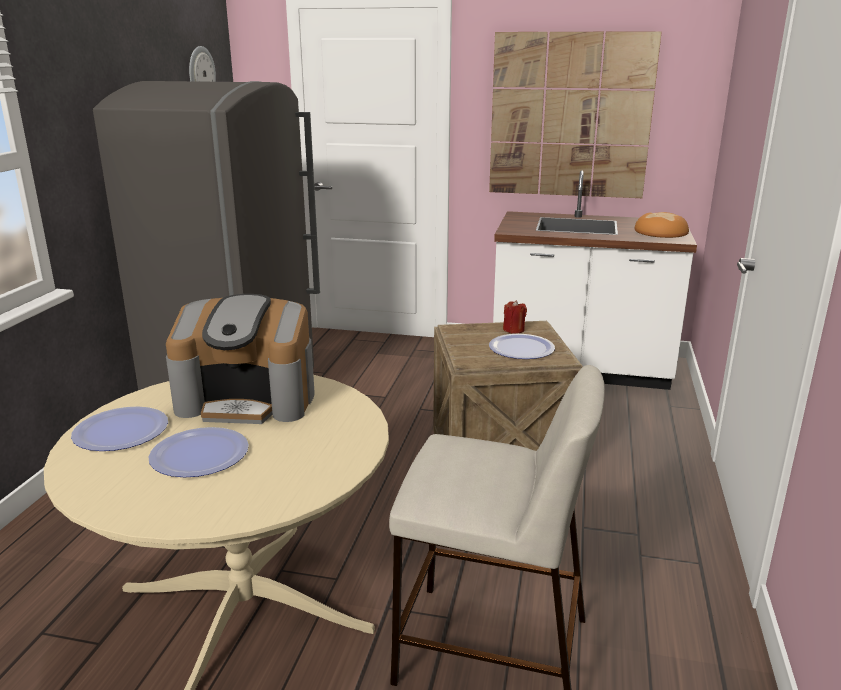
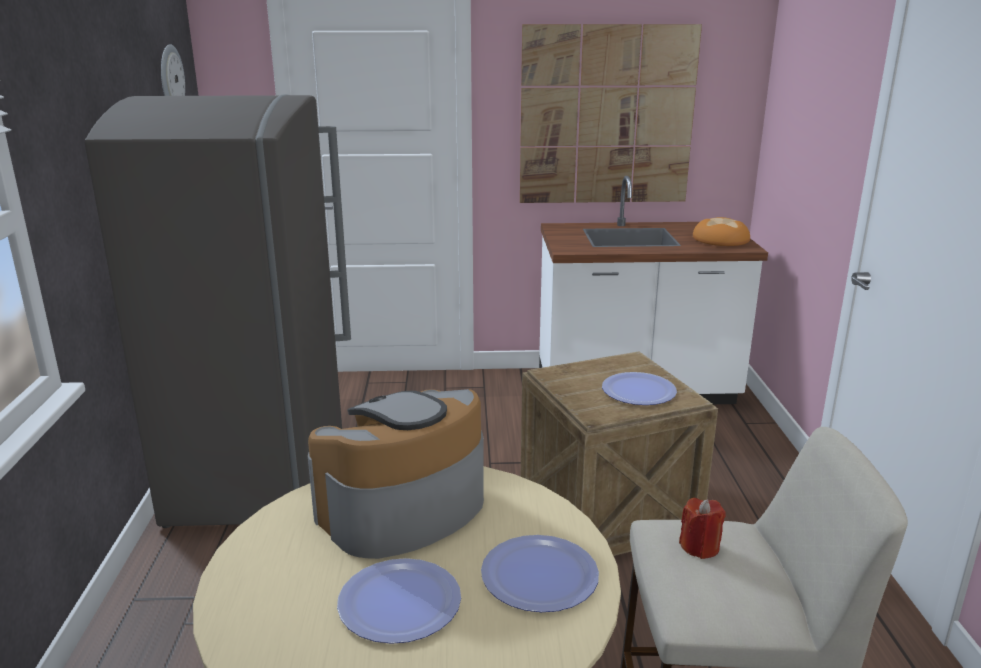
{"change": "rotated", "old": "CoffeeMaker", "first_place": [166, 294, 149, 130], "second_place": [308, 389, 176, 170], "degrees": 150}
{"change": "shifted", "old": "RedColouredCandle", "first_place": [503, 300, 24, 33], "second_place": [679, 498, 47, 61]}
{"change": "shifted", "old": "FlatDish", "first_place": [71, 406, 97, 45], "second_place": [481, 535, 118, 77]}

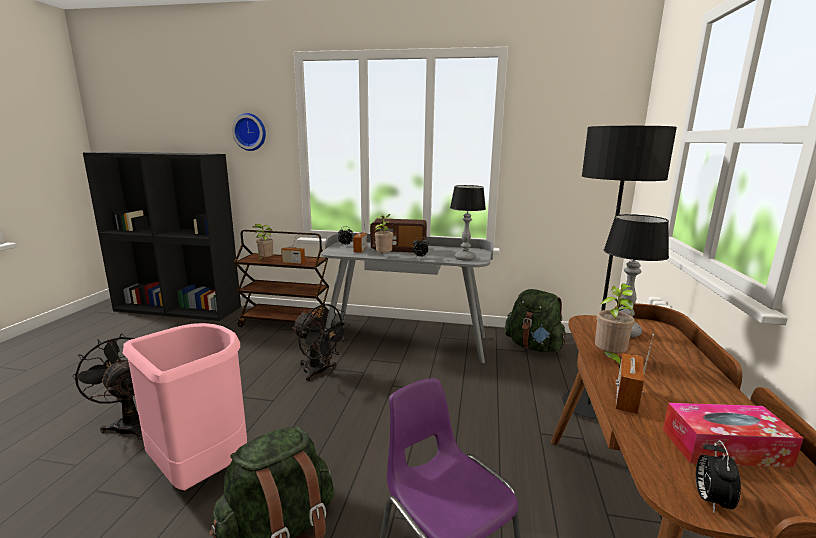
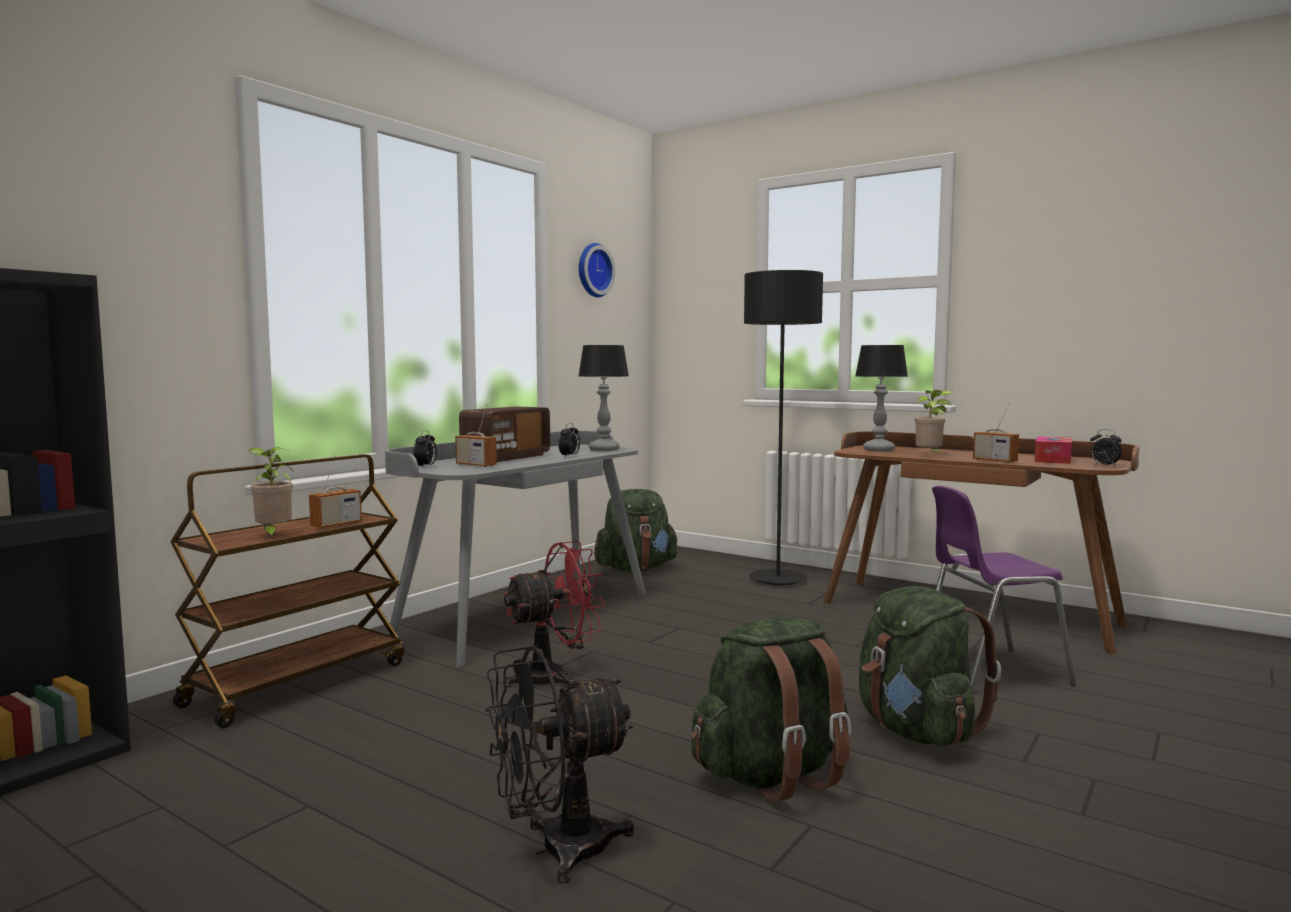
{"change": "shifted", "old": "HangingClock", "first_place": [232, 113, 34, 38], "second_place": [579, 243, 36, 54]}
{"change": "gone", "old": "PottedPlant", "first_place": [375, 214, 18, 39]}
{"change": "repainted", "old": "BlackishCoolingFan", "new": "RedColouredCoolingFan", "first_place": [292, 304, 58, 77], "second_place": [503, 541, 102, 147]}
{"change": "swapped", "old": "PinkRubbishBin", "new": "GreenishBackpack", "first_place": [123, 323, 124, 167], "second_place": [691, 617, 160, 185]}

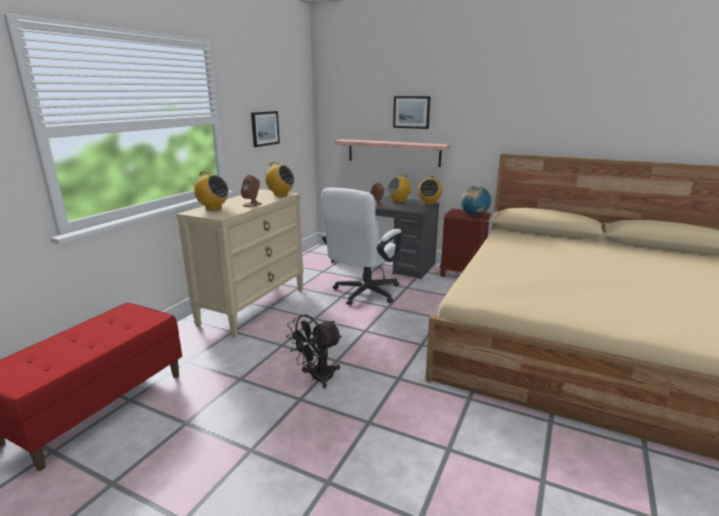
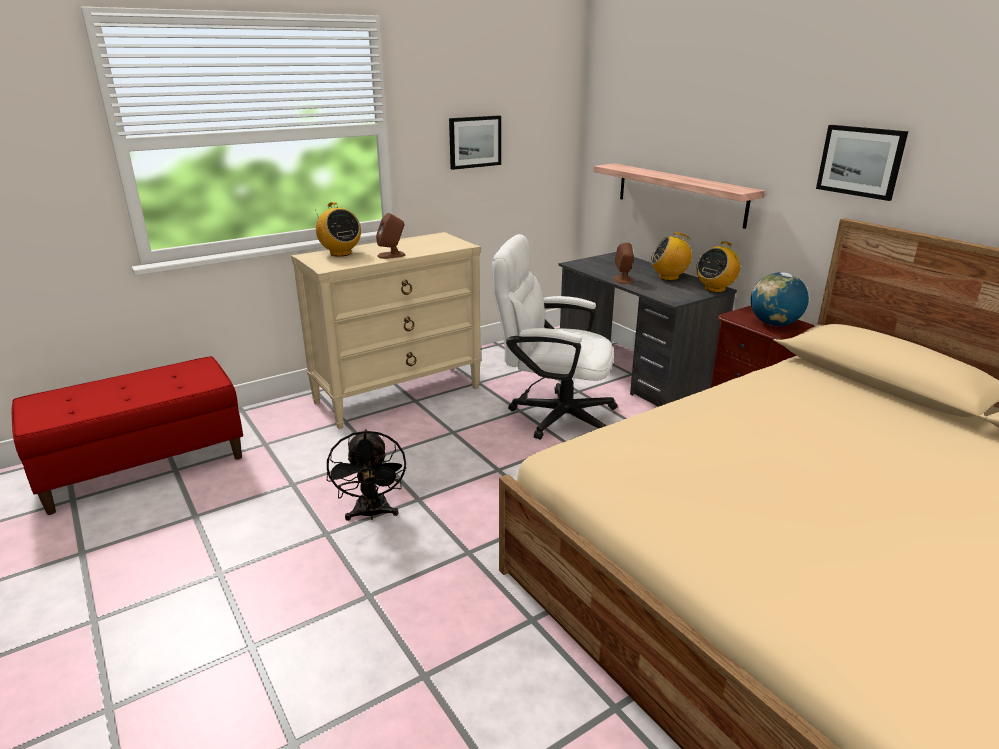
{"change": "shifted", "old": "Picture", "first_place": [393, 96, 38, 33], "second_place": [816, 125, 92, 76]}
{"change": "gone", "old": "Radio", "first_place": [263, 161, 32, 35]}
{"change": "rotated", "old": "WhiteComputerChair", "first_place": [321, 188, 81, 118], "second_place": [492, 234, 126, 206], "degrees": 45}
{"change": "rotated", "old": "BlackishCoolingFan", "first_place": [286, 314, 56, 75], "second_place": [327, 429, 79, 92], "degrees": -90}

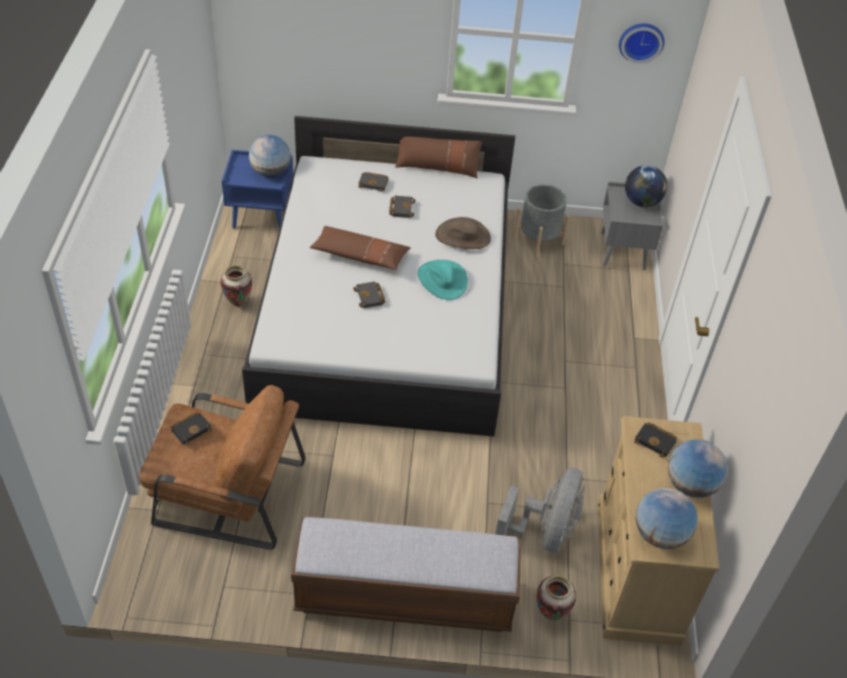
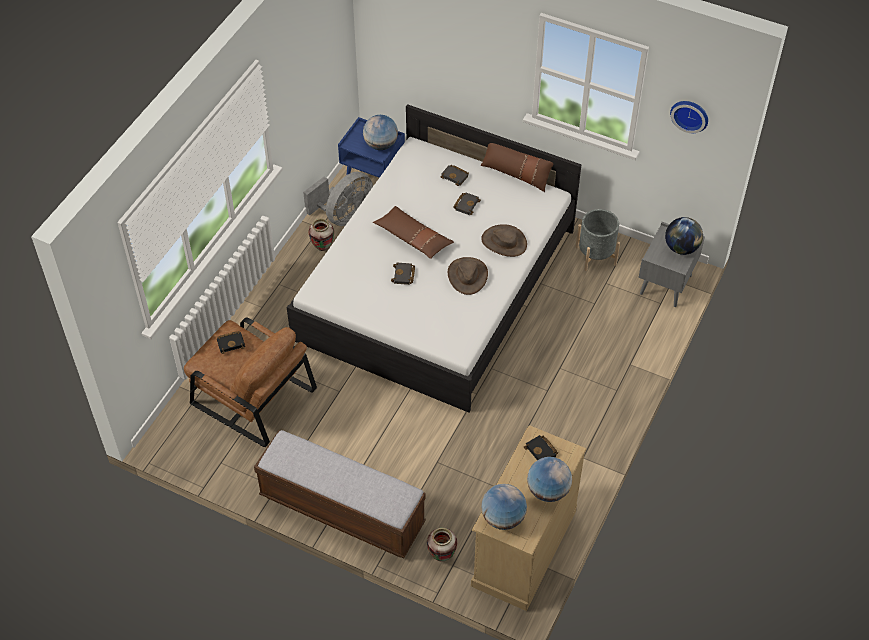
{"change": "repainted", "old": "TurquoiseColouredWearableHat", "new": "BrownColouredWearableHat", "first_place": [418, 260, 50, 40], "second_place": [448, 257, 40, 38]}
{"change": "shifted", "old": "GreyishCoolingFan", "first_place": [496, 467, 89, 86], "second_place": [303, 172, 70, 54]}

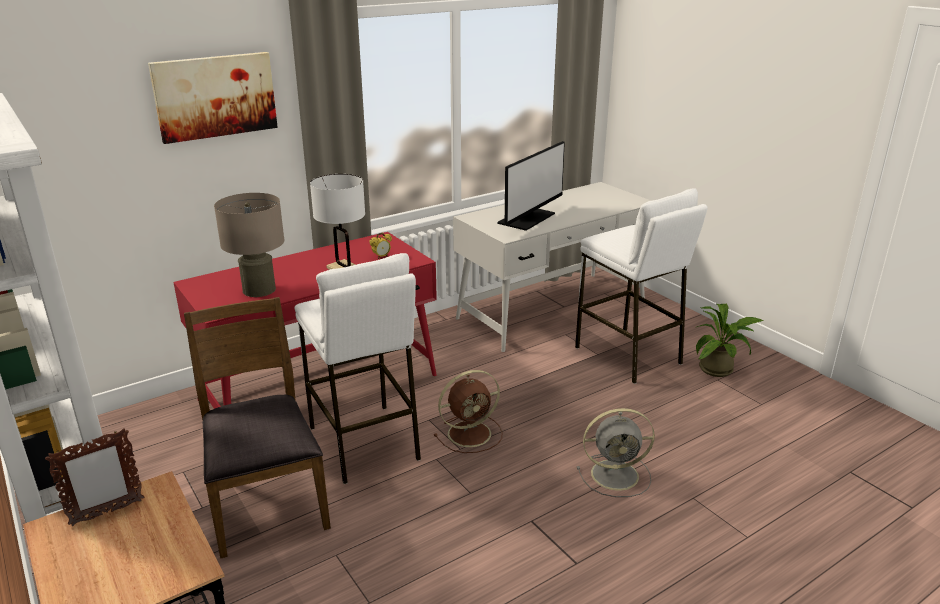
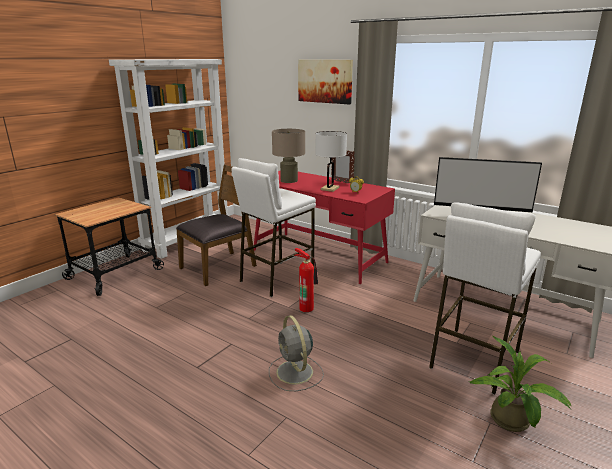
{"change": "swapped", "old": "BrownColouredCoolingFan", "new": "FireFightingCylinder", "first_place": [434, 370, 68, 83], "second_place": [294, 248, 24, 64]}
{"change": "shifted", "old": "PictureFrame", "first_place": [45, 428, 99, 98], "second_place": [331, 151, 24, 32]}

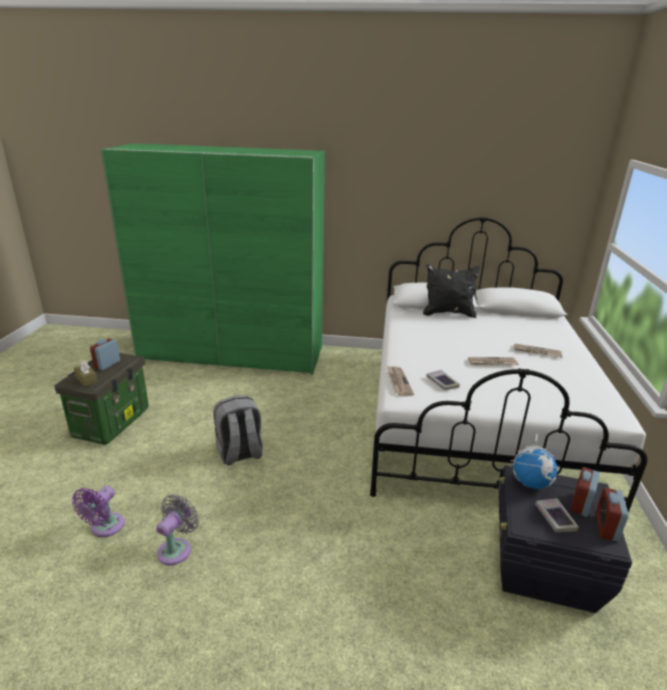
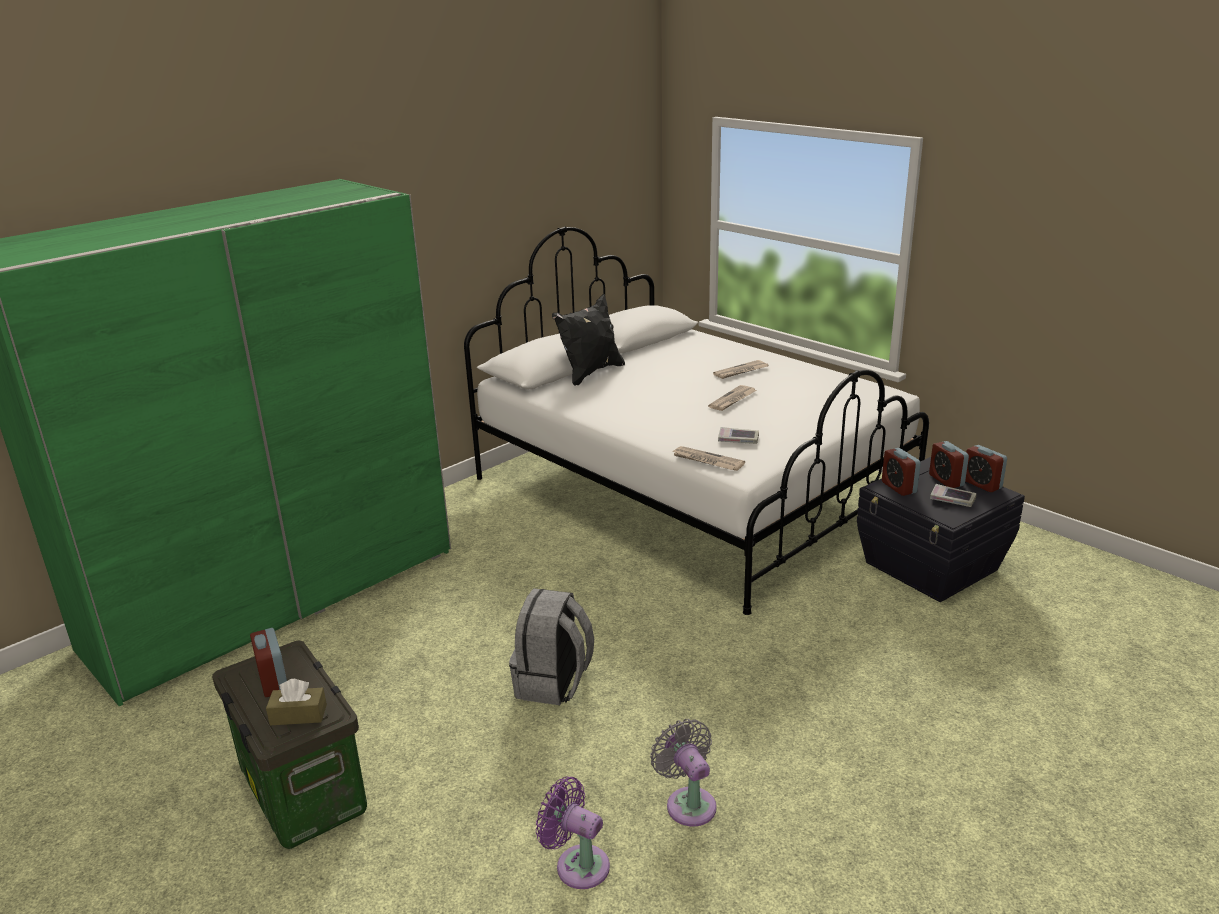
{"change": "swapped", "old": "Globe", "new": "BedsideClock", "first_place": [511, 433, 49, 56], "second_place": [882, 448, 39, 48]}
{"change": "rotated", "old": "PurpleColouredCoolingFan", "first_place": [72, 486, 53, 51], "second_place": [536, 777, 74, 112], "degrees": 150}

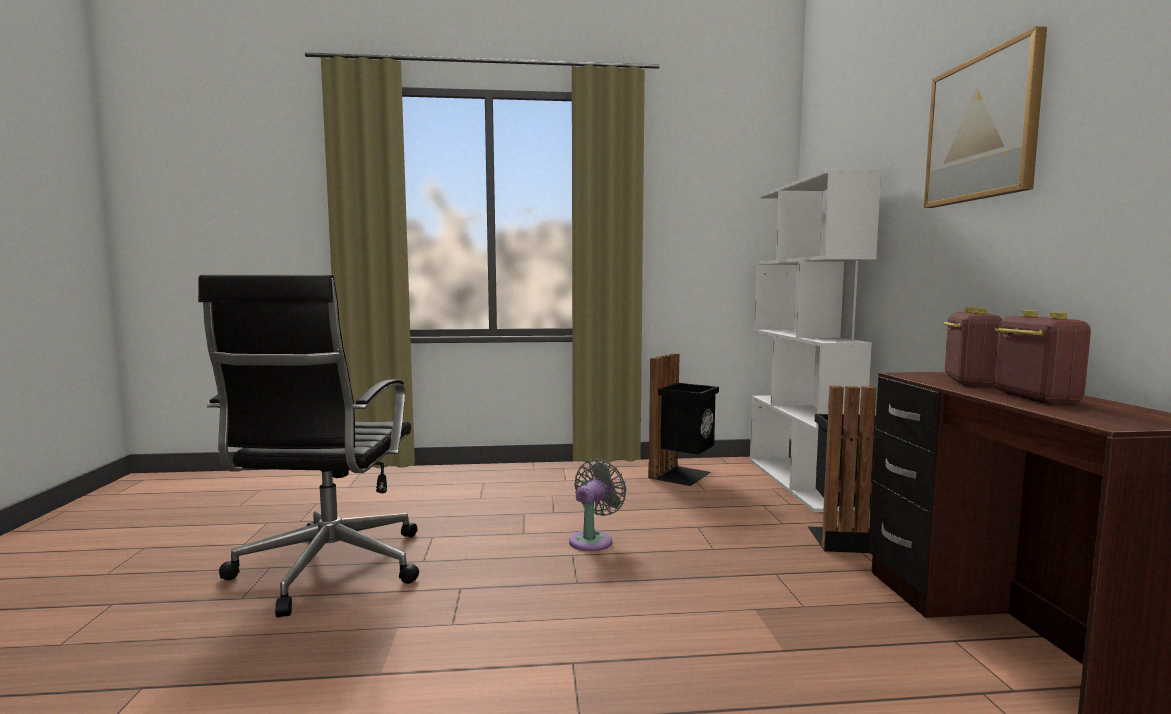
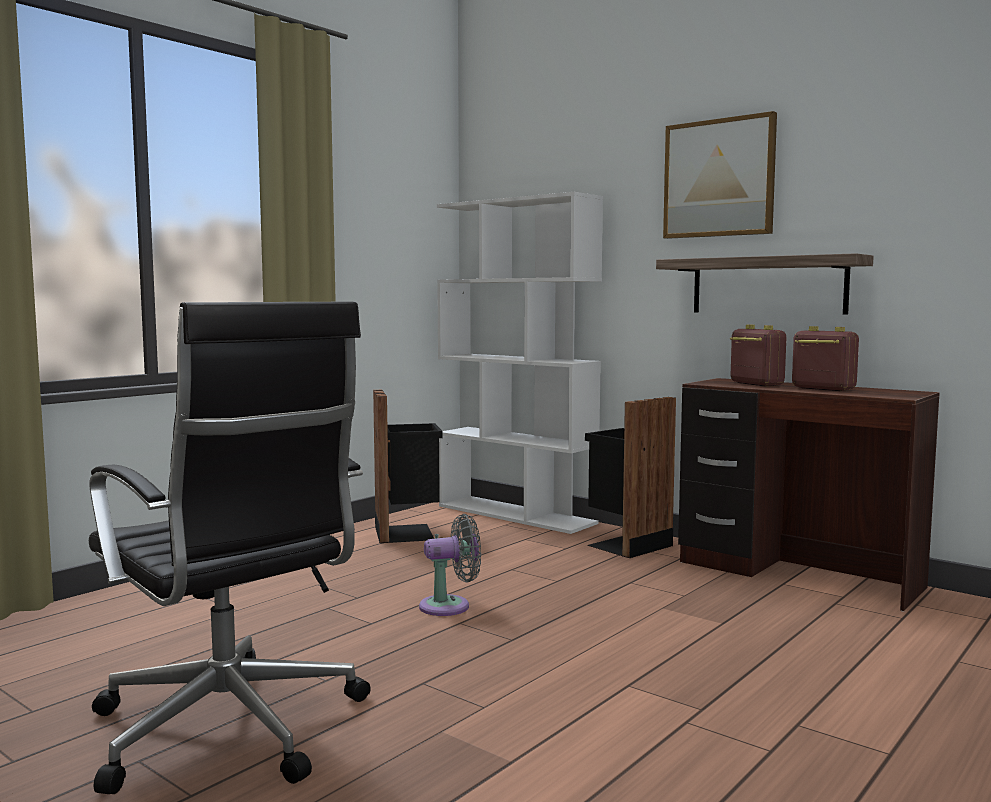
{"change": "rotated", "old": "GreyishCoolingFan", "first_place": [569, 459, 57, 92], "second_place": [419, 514, 62, 102], "degrees": 90}
{"change": "new", "new": "Shelf", "second_place": [656, 253, 218, 62]}

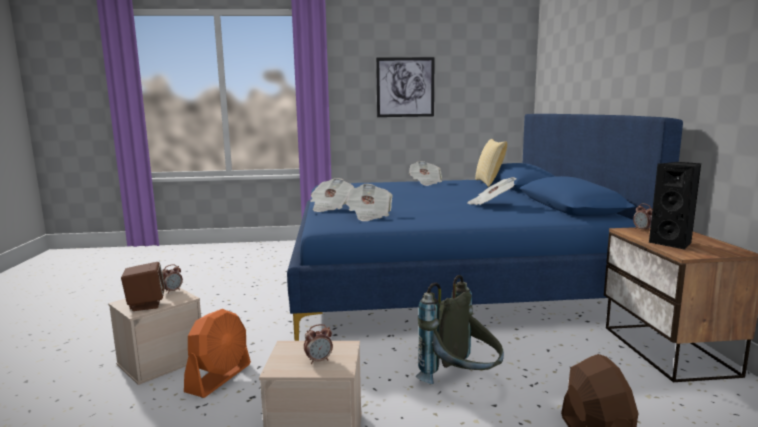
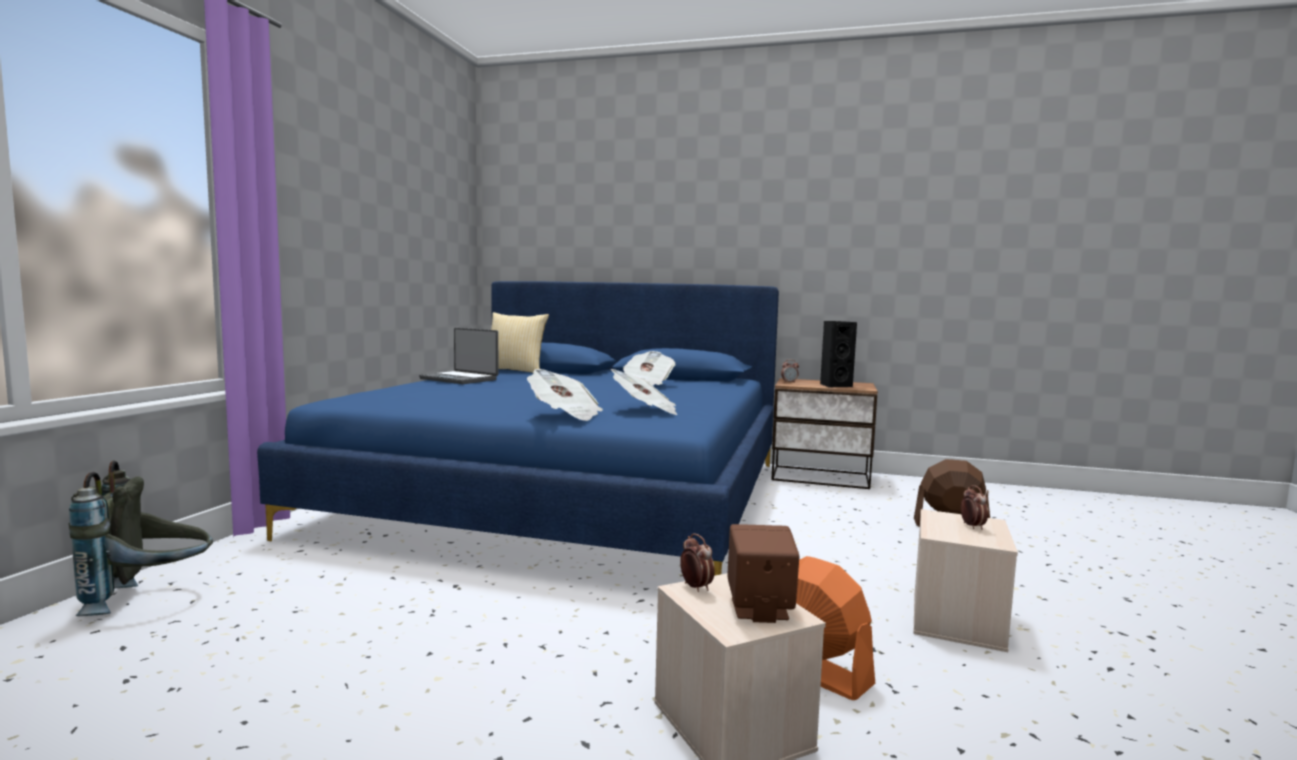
{"change": "gone", "old": "Picture", "first_place": [376, 57, 59, 60]}
{"change": "swapped", "old": "PrintedPaper", "new": "NotebookComputer", "first_place": [409, 161, 33, 25], "second_place": [419, 328, 79, 56]}
{"change": "shifted", "old": "GreyishBackpack", "first_place": [416, 275, 88, 109], "second_place": [68, 460, 145, 156]}

